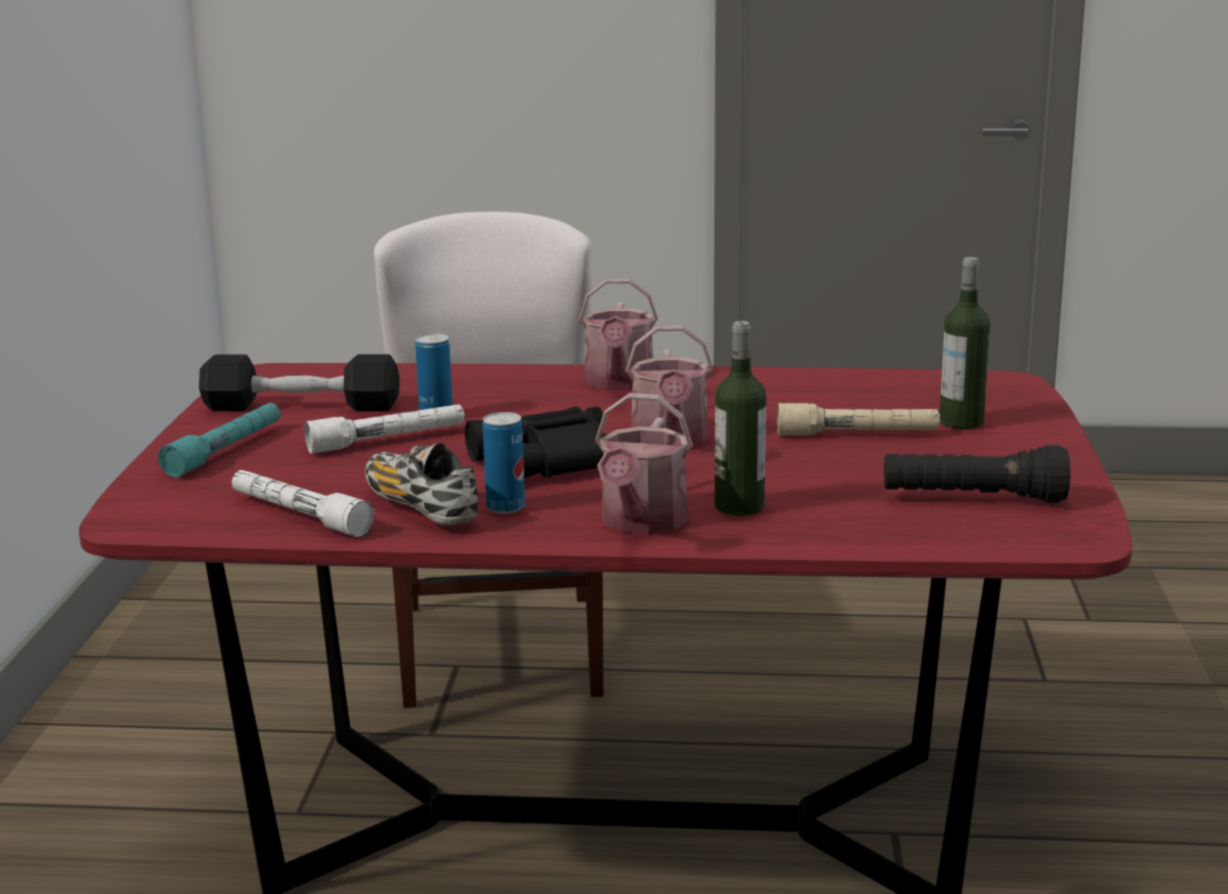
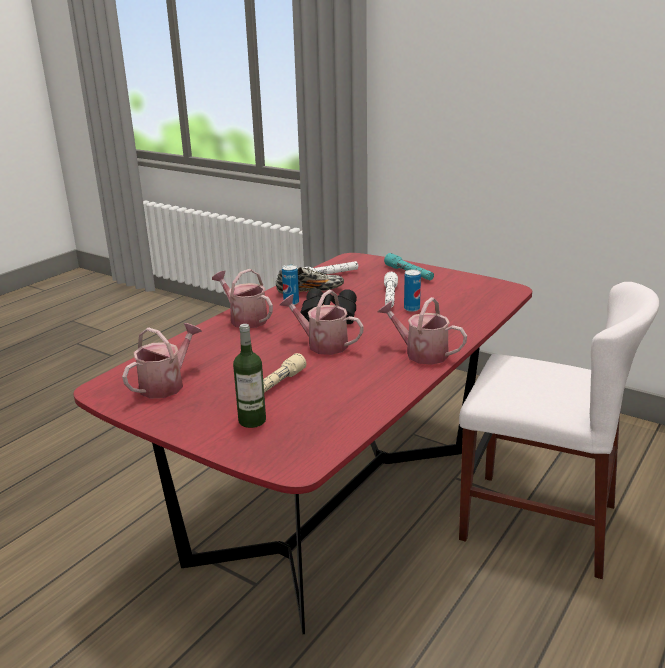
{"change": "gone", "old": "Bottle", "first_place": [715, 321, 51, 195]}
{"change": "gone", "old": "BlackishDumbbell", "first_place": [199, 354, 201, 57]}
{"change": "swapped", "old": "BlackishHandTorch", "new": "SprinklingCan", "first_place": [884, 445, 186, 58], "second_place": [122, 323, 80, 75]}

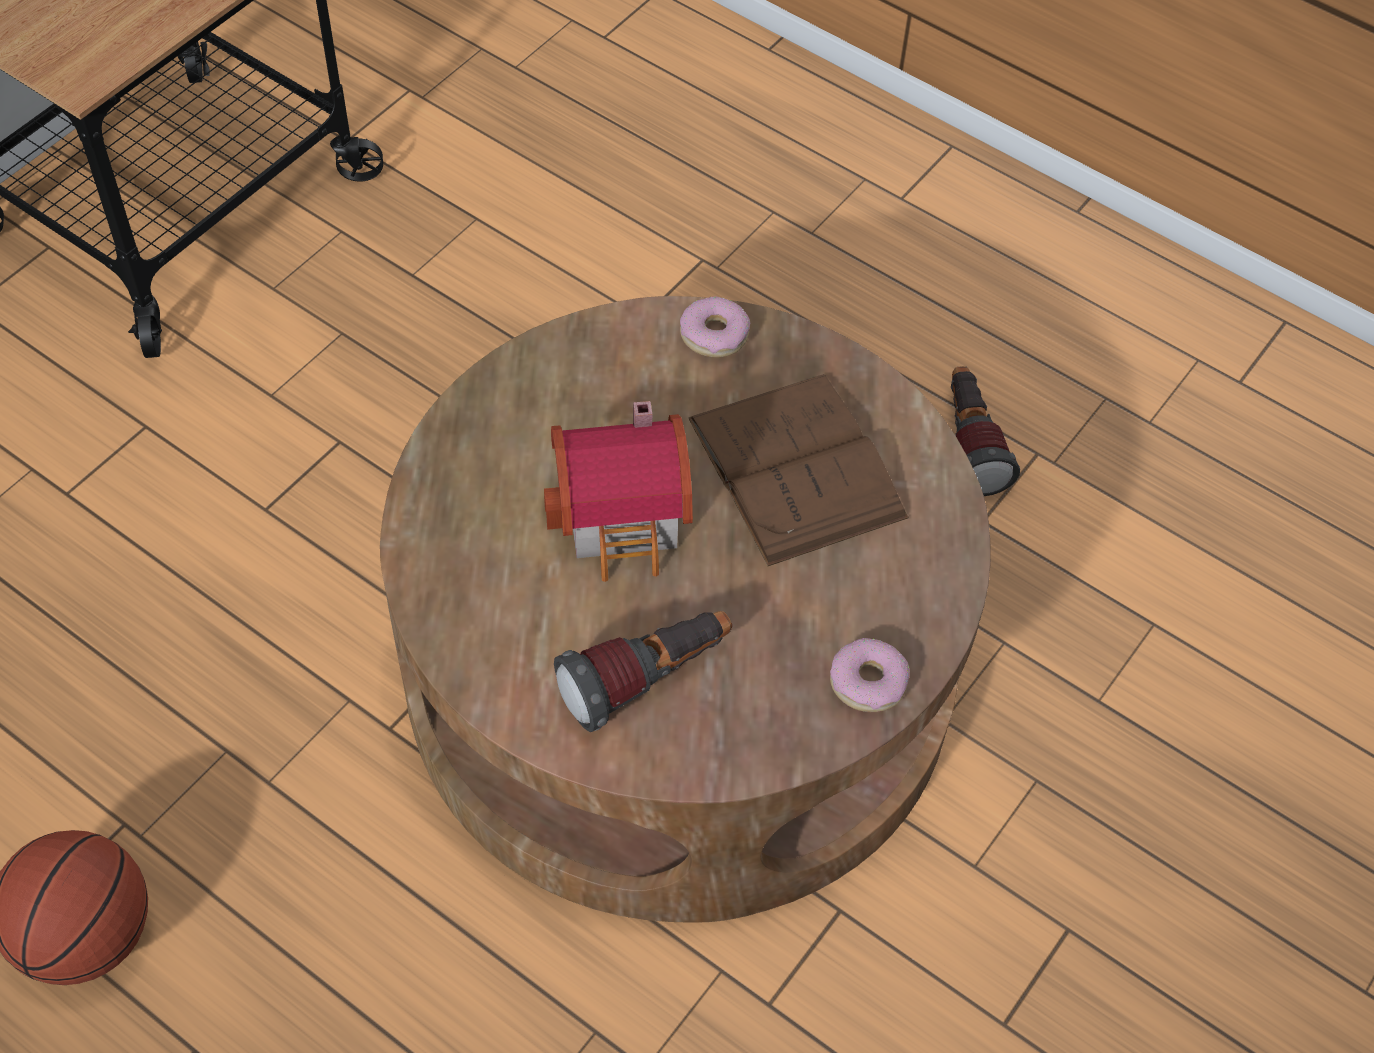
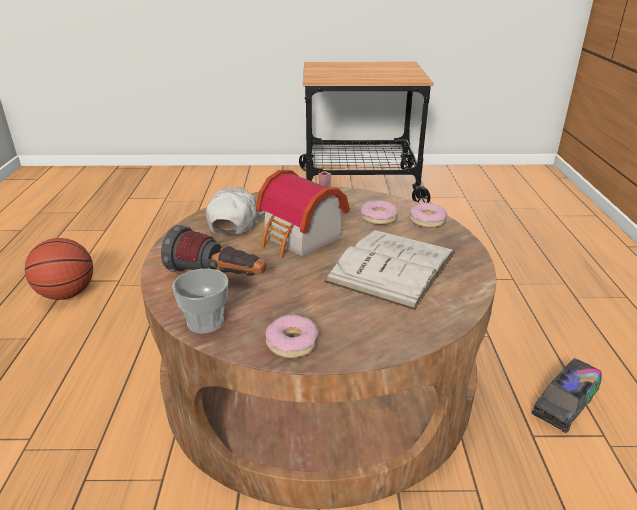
{"change": "swapped", "old": "HandTorch", "new": "ToyTruck", "first_place": [951, 366, 69, 130], "second_place": [532, 358, 70, 75]}
{"change": "repainted", "old": "BrownColouredVolume", "new": "WhiteVolume", "first_place": [688, 374, 221, 192], "second_place": [324, 230, 131, 80]}
{"change": "new", "new": "WhiteBaseballCap", "second_place": [206, 187, 59, 47]}
{"change": "new", "new": "Doughnut", "second_place": [361, 200, 37, 25]}
{"change": "new", "new": "DrinkingCup", "second_place": [172, 269, 56, 65]}

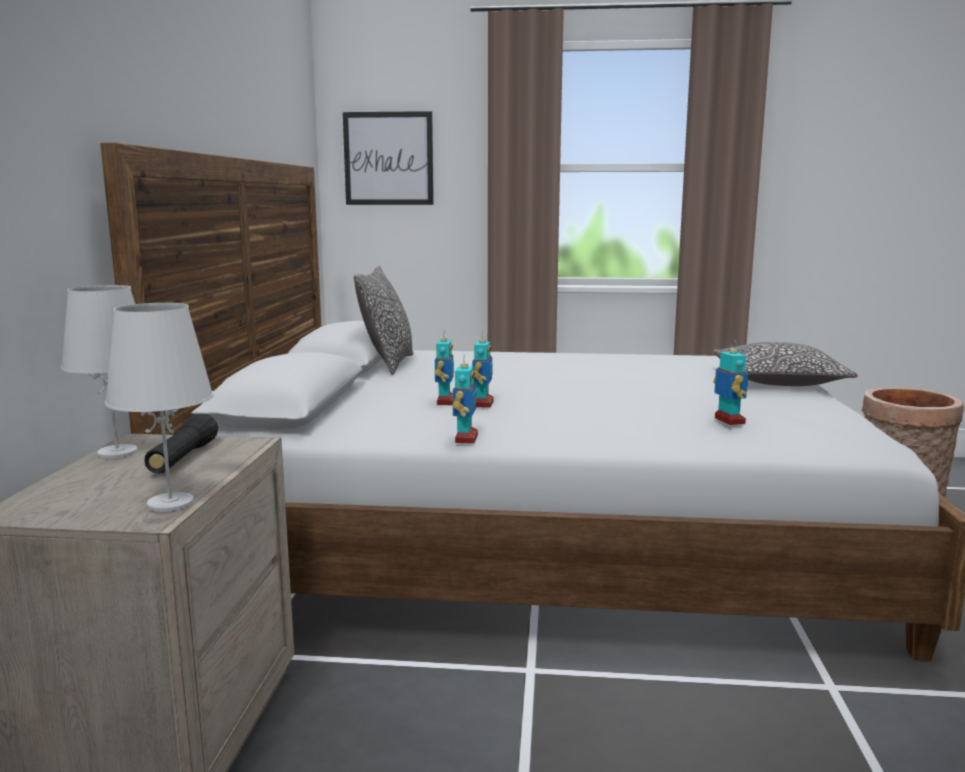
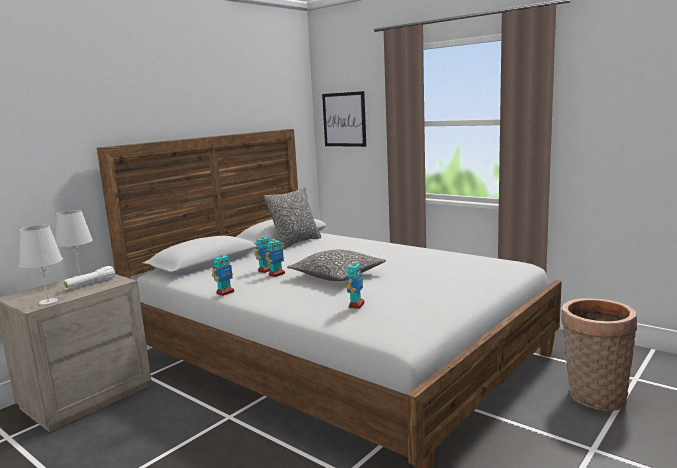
{"change": "shifted", "old": "ThrowPillow", "first_place": [713, 342, 145, 44], "second_place": [287, 250, 99, 31]}
{"change": "repainted", "old": "BlackishHandTorch", "new": "WhiteHandTorch", "first_place": [144, 413, 74, 61], "second_place": [63, 266, 52, 24]}

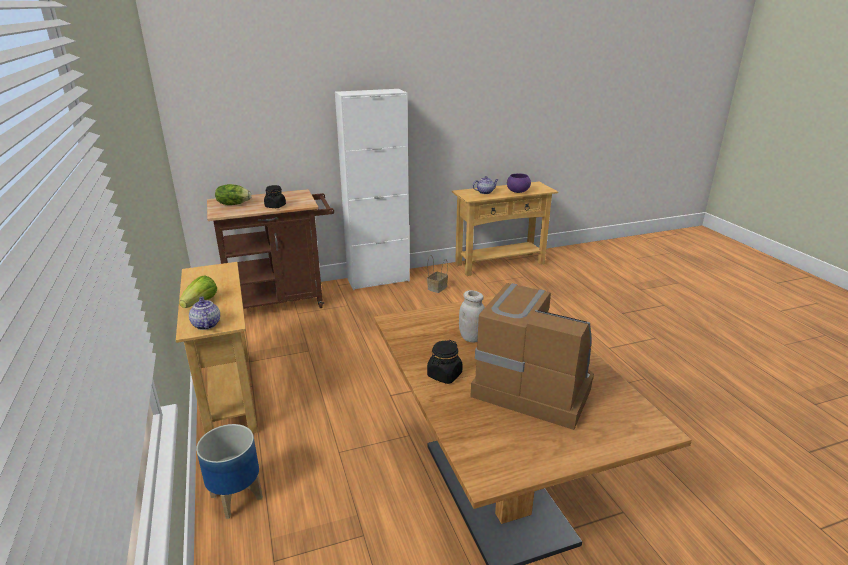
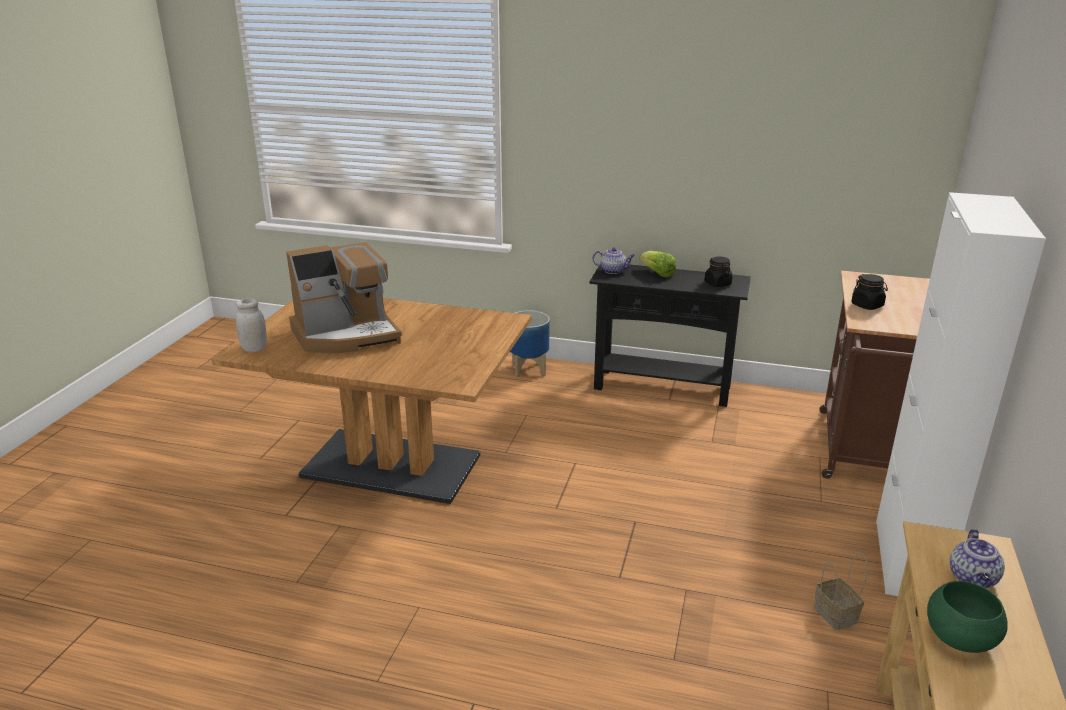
{"change": "repainted", "old": "PurpleColouredServingBowl", "new": "GreenishServingBowl", "first_place": [507, 173, 24, 20], "second_place": [927, 581, 81, 72]}
{"change": "gone", "old": "LettuceHead", "first_place": [215, 184, 36, 21]}
{"change": "repainted", "old": "BeigeNarrowTable", "new": "BlackishNarrowTable", "first_place": [176, 262, 82, 172], "second_place": [590, 263, 161, 144]}
{"change": "shifted", "old": "WhitePreserveJar", "first_place": [459, 290, 26, 52], "second_place": [236, 298, 31, 54]}
{"change": "shifted", "old": "BlackishPreserveJar", "first_place": [427, 340, 36, 44], "second_place": [705, 257, 28, 30]}

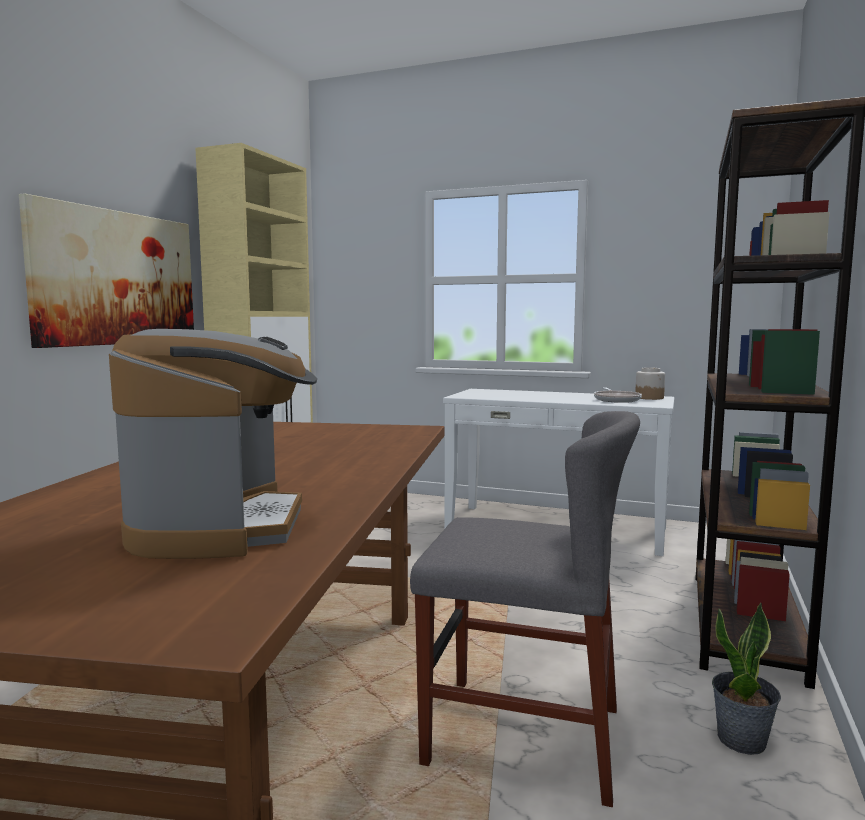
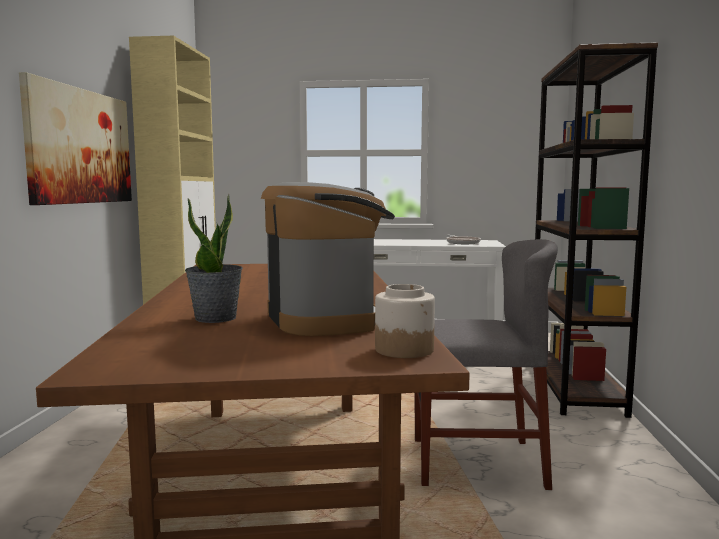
{"change": "shifted", "old": "PreserveJar", "first_place": [635, 367, 30, 33], "second_place": [375, 284, 60, 74]}
{"change": "shifted", "old": "PottedPlant", "first_place": [712, 603, 69, 152], "second_place": [185, 194, 58, 129]}

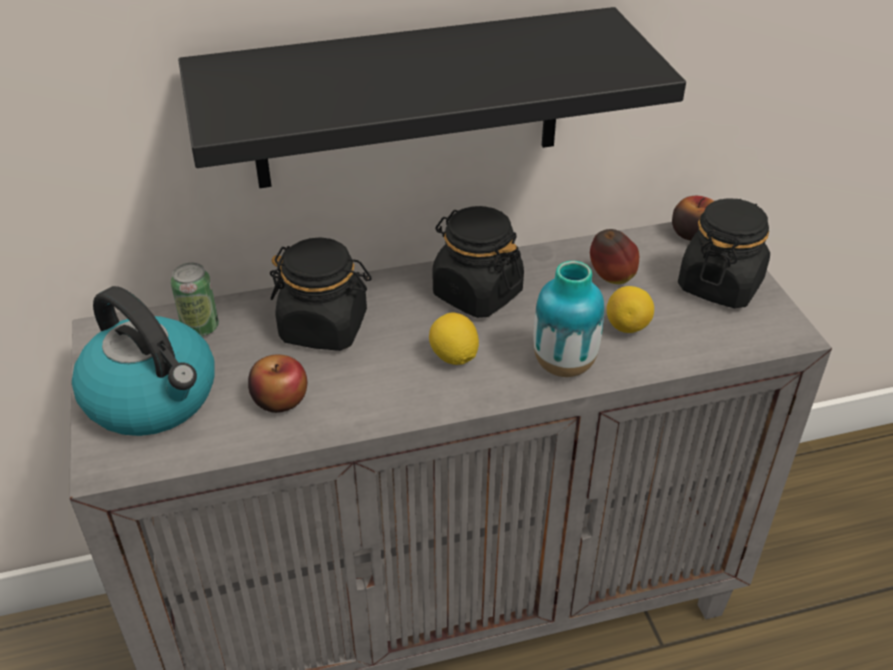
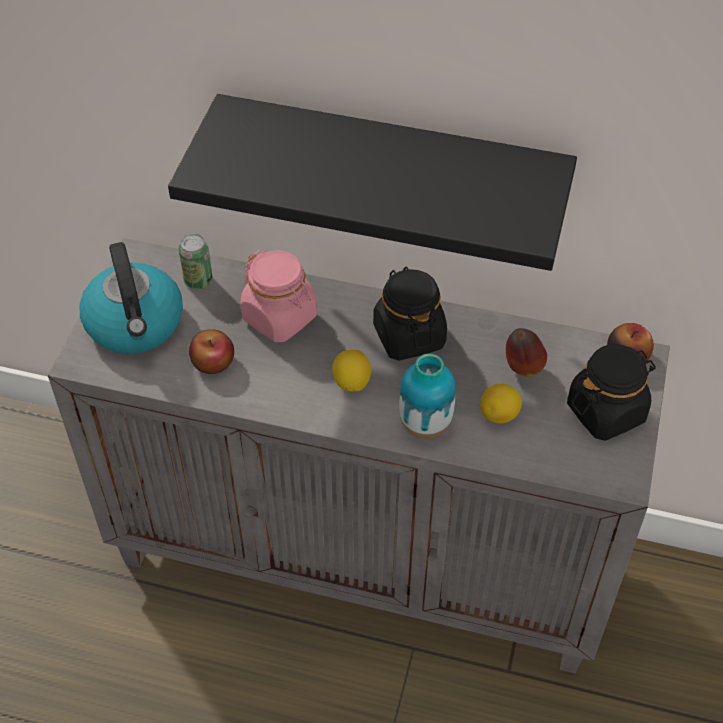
{"change": "repainted", "old": "BlackishPreserveJar", "new": "PinkPreserveJar", "first_place": [270, 238, 102, 113], "second_place": [240, 250, 77, 92]}

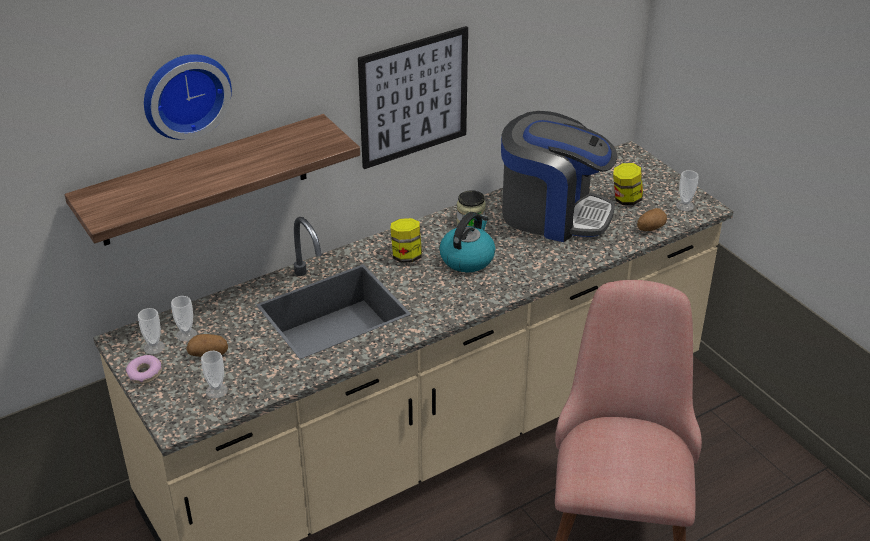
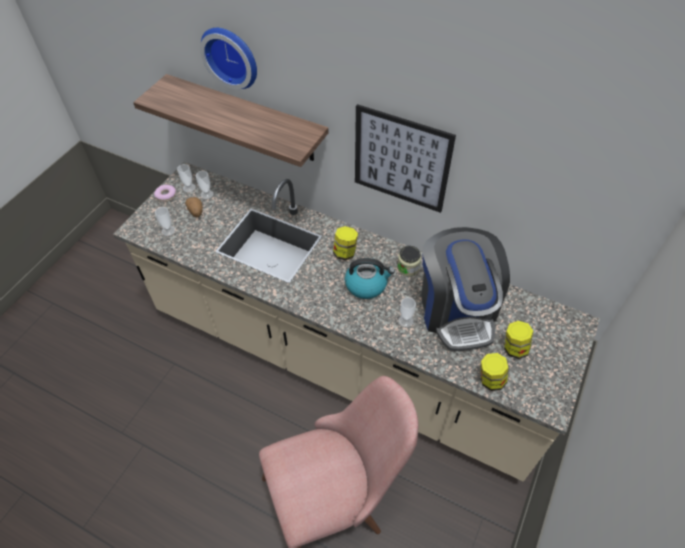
{"change": "shifted", "old": "DrinkingCup", "first_place": [676, 170, 23, 41], "second_place": [398, 297, 18, 30]}
{"change": "swapped", "old": "WholePotato", "new": "PreserveJar", "first_place": [637, 208, 30, 23], "second_place": [481, 353, 27, 38]}

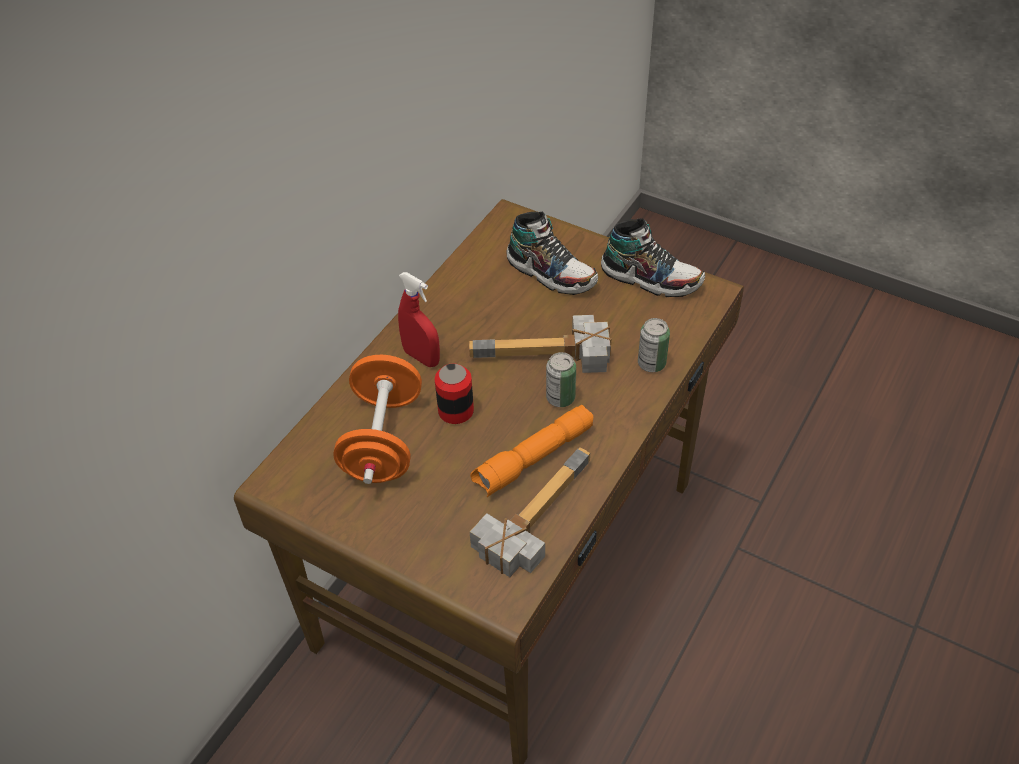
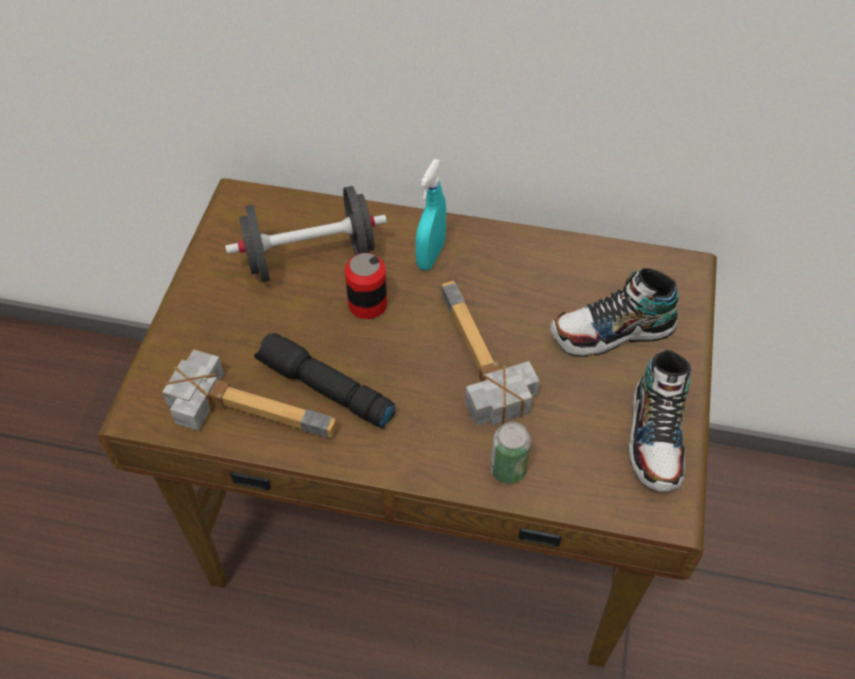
{"change": "rotated", "old": "ItemOfFootwear", "first_place": [507, 212, 91, 83], "second_place": [551, 268, 127, 89], "degrees": 60}
{"change": "repainted", "old": "RedColouredSprayBottle", "new": "TurquoiseColouredSprayBottle", "first_place": [398, 272, 42, 95], "second_place": [415, 159, 31, 111]}
{"change": "gone", "old": "SealedCan", "first_place": [546, 352, 30, 55]}
{"change": "repainted", "old": "OrangeColouredDumbbell", "new": "BlackishDumbbell", "first_place": [333, 355, 89, 129], "second_place": [225, 186, 162, 96]}
{"change": "repainted", "old": "OrangeColouredHandTorch", "new": "BlackishHandTorch", "first_place": [470, 405, 123, 92], "second_place": [254, 333, 141, 95]}

